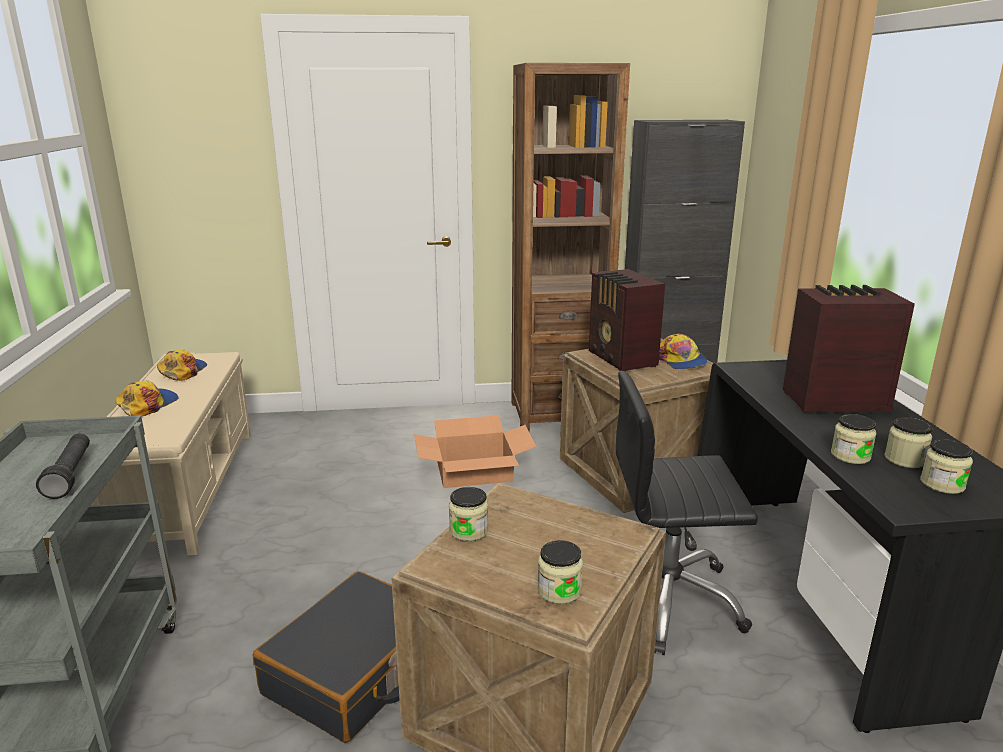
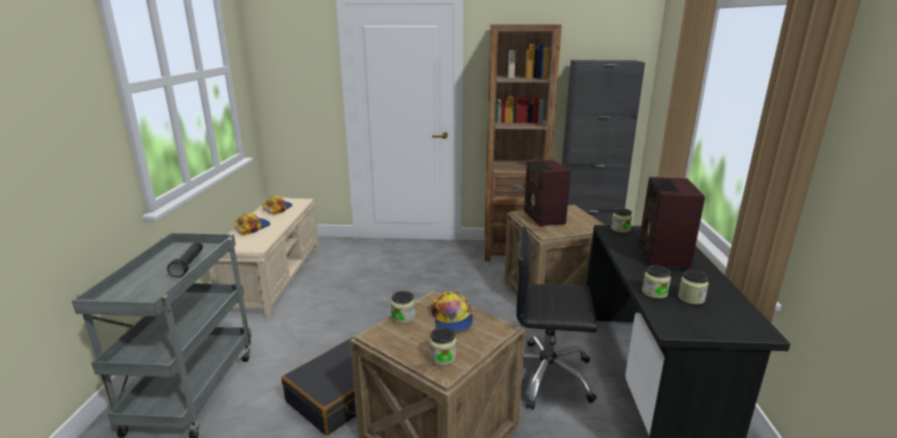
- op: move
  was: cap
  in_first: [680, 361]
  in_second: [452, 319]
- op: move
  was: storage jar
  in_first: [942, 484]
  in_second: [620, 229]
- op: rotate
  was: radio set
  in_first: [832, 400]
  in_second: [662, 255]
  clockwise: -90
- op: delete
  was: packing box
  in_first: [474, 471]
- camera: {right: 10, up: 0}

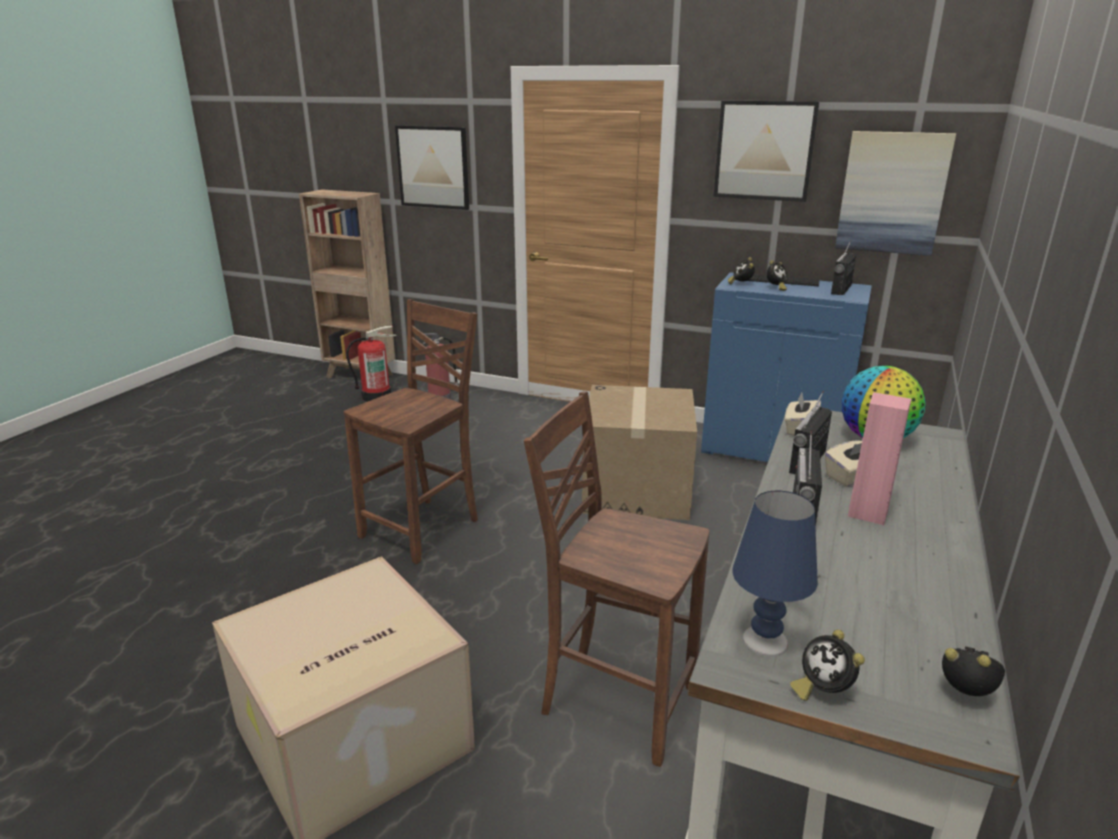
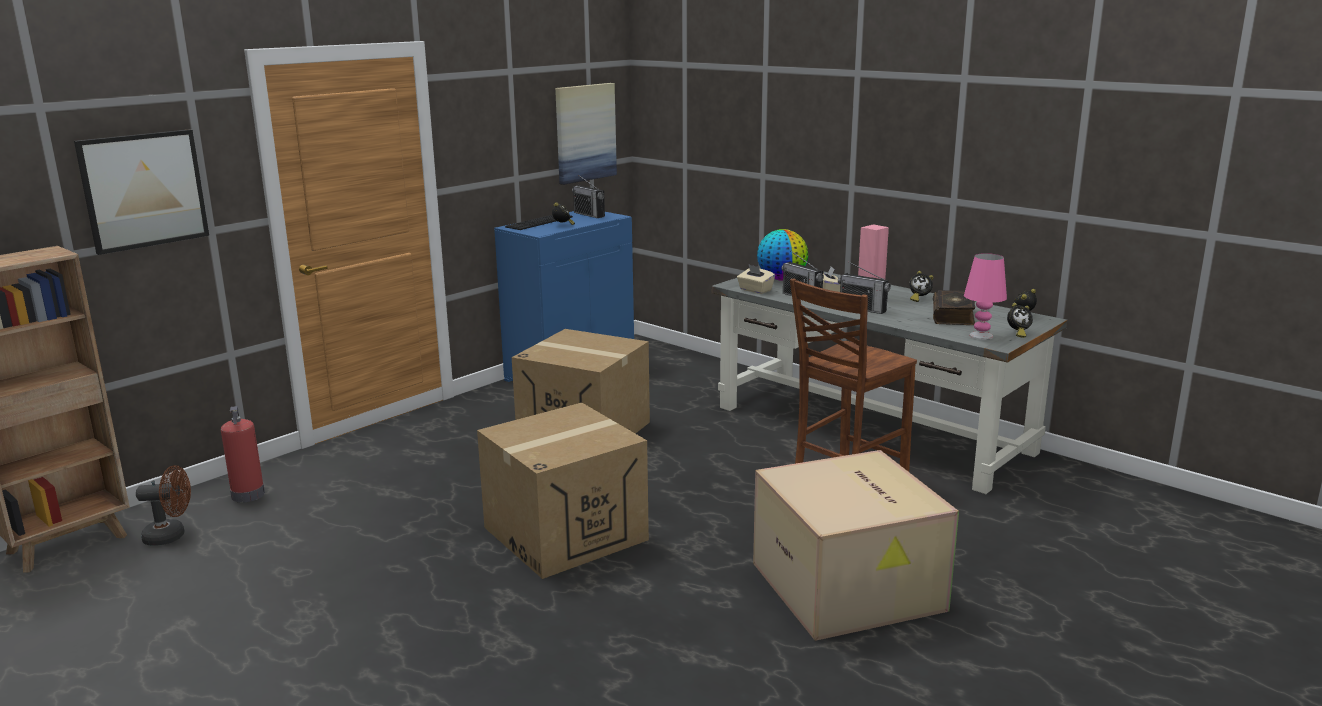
- op: replace
  was: extinguisher
  now: brownish cooling fan
  in_first: [376, 396]
  in_second: [171, 536]
- op: replace
  was: brownish plain chair
  now: packing box
  in_first: [423, 529]
  in_second: [565, 533]
- op: move
  was: alarm clock
  in_first: [741, 284]
  in_second: [918, 299]
- op: insert
  now: bound book
  in_second: [954, 316]
- op: recolor
  was: blue tabletop lamp
  now: pink-coloured tabletop lamp
  in_first: [765, 641]
  in_second: [981, 336]
- op: delete
  was: picture
  in_first: [764, 151]
- camera: {right: -70, up: -5}

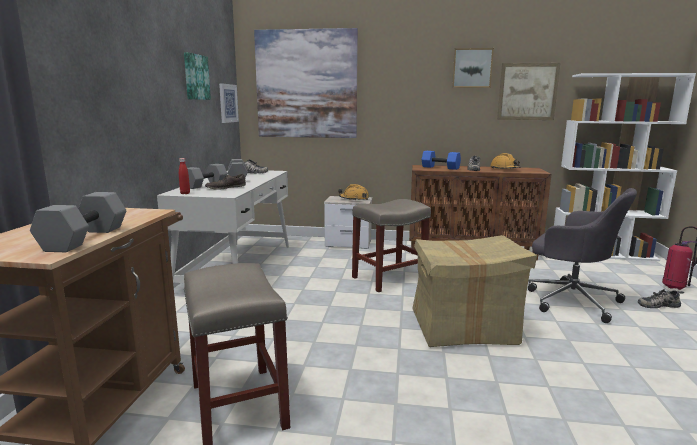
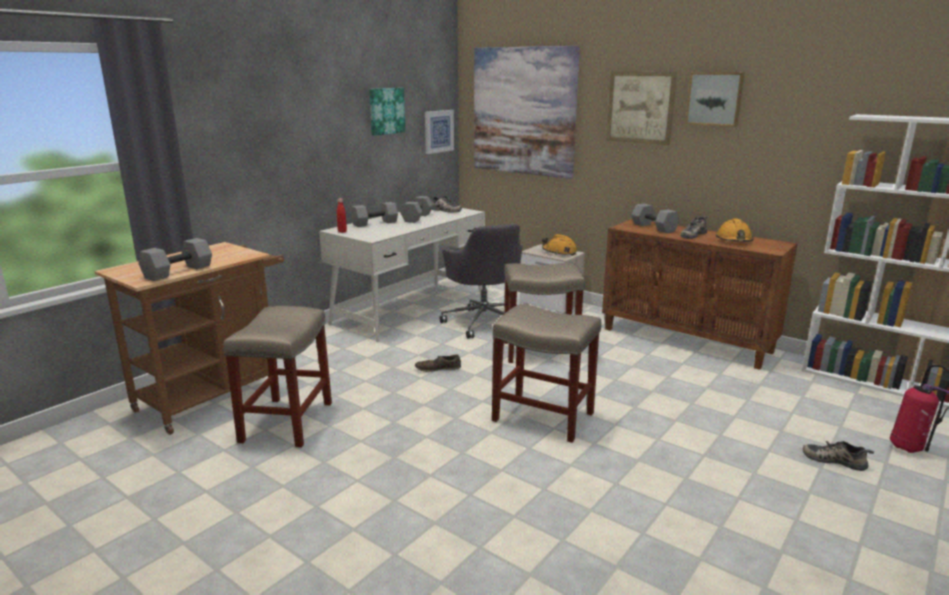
- op: move
  was: brownish item of footwear
  in_first: [225, 188]
  in_second: [438, 368]
- op: move
  was: gray office chair
  in_first: [570, 300]
  in_second: [484, 321]
- op: replace
  was: packing box
  now: sand-coloured stool seat
  in_first: [464, 327]
  in_second: [544, 417]
- op: move
  was: picture
  in_first: [527, 91]
  in_second: [640, 107]
- op: recolor
  was: blue dumbbell
  now: gray dumbbell
  in_first: [441, 167]
  in_second: [654, 228]
- camera: {right: 30, up: 5}

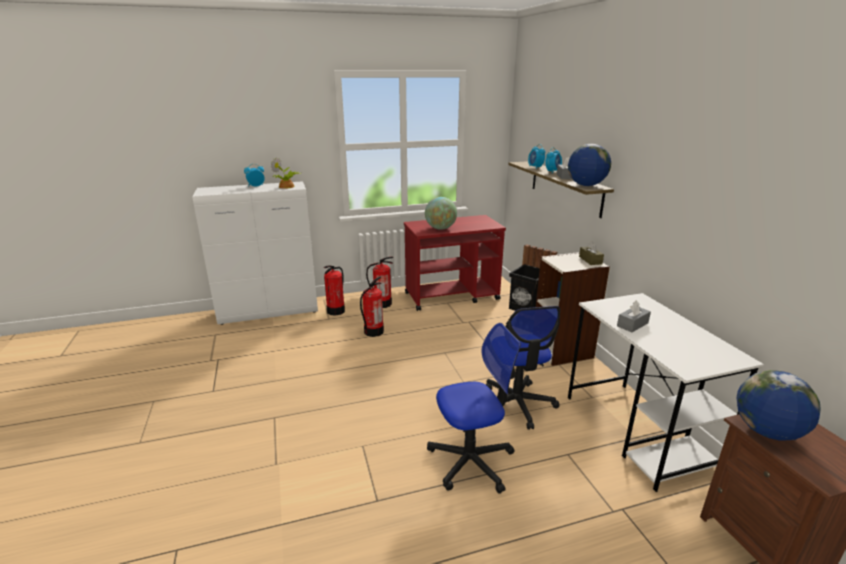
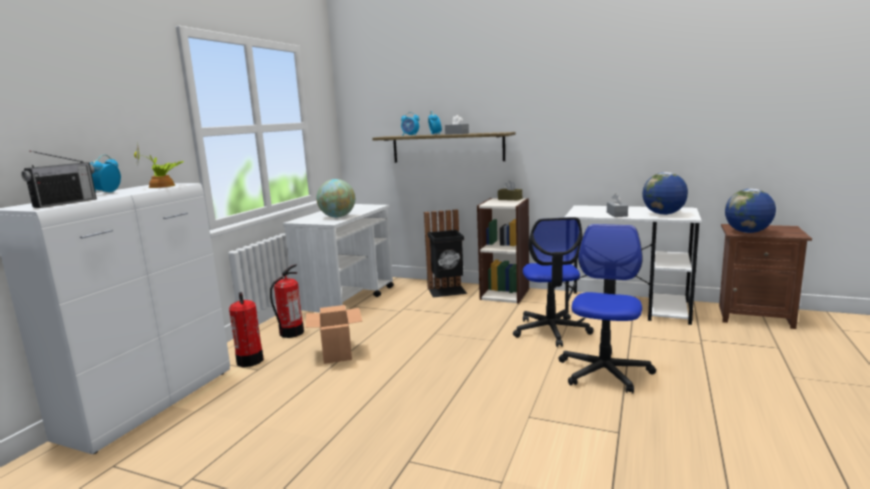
- op: insert
  now: radio set
  in_second: [65, 203]
- op: recolor
  was: reddish wheeled cart
  now: whitish wheeled cart
  in_first: [452, 296]
  in_second: [347, 300]
- op: replace
  was: extinguisher
  now: packing box
  in_first: [373, 332]
  in_second: [336, 353]
- op: rotate
  was: office chair
  in_first: [517, 404]
  in_second: [551, 331]
  clockwise: 60
- op: move
  was: world globe
  in_first: [586, 185]
  in_second: [663, 214]
- camera: {right: -50, up: -10}

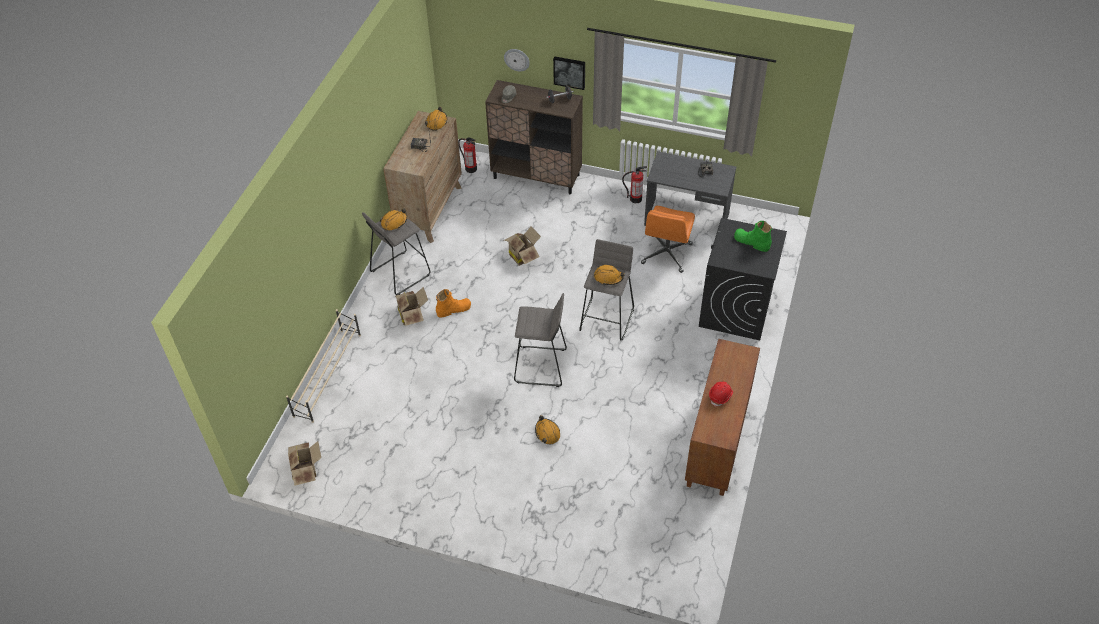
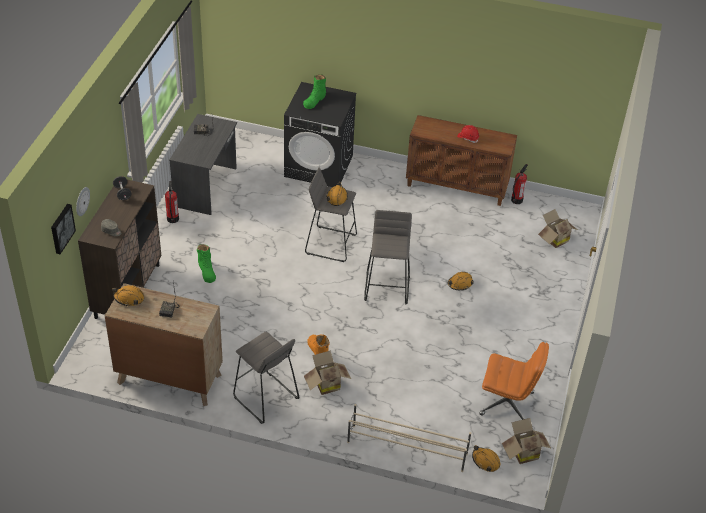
- op: move
  was: picture
  in_first: [569, 72]
  in_second: [61, 228]
- op: insert
  now: greenish high-top boot
  in_second: [206, 271]
- op: move
  was: orange-coloured safety helmet
  in_first: [394, 222]
  in_second: [485, 461]
- op: move
  was: orange-coloured office chair
  in_first: [666, 254]
  in_second: [507, 403]
- op: move
  was: extinguisher
  in_first: [471, 169]
  in_second: [516, 200]
- op: move
  was: packing box
  in_first: [523, 255]
  in_second: [554, 239]
- camera: {right: -95, up: -5}

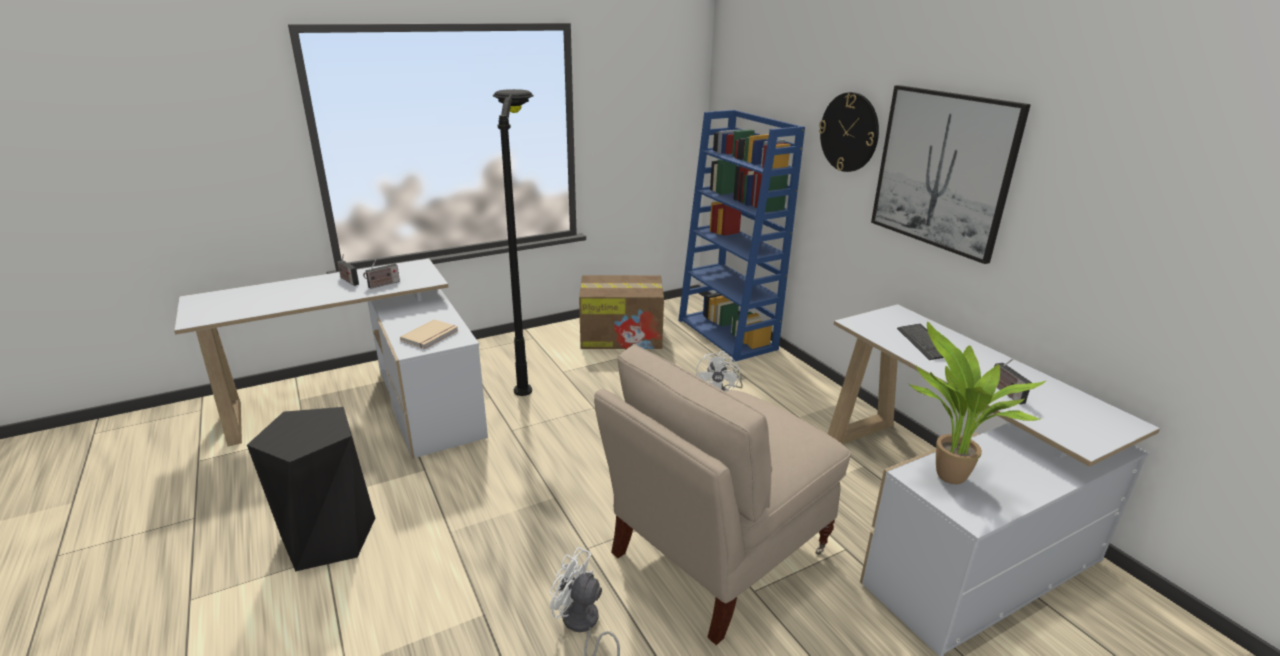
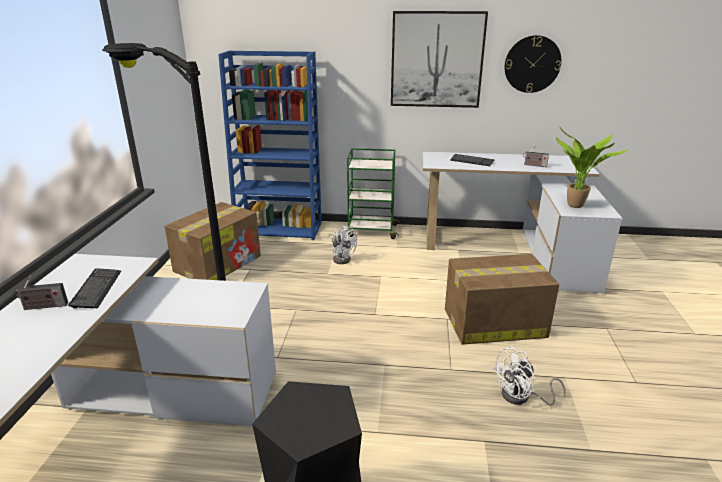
- op: replace
  was: radio set
  now: computer keyboard
  in_first: [382, 285]
  in_second: [96, 289]
- op: insert
  now: greenish wheeled cart
  in_second: [371, 231]
- op: replace
  was: sand-coloured plain chair
  now: packing box
  in_first: [716, 554]
  in_second: [493, 323]
- op: move
  was: hanging clock
  in_first: [849, 132]
  in_second: [532, 64]
- op: delete
  was: sand-coloured bound book
  in_first: [431, 336]
- camera: {right: -55, up: 0}

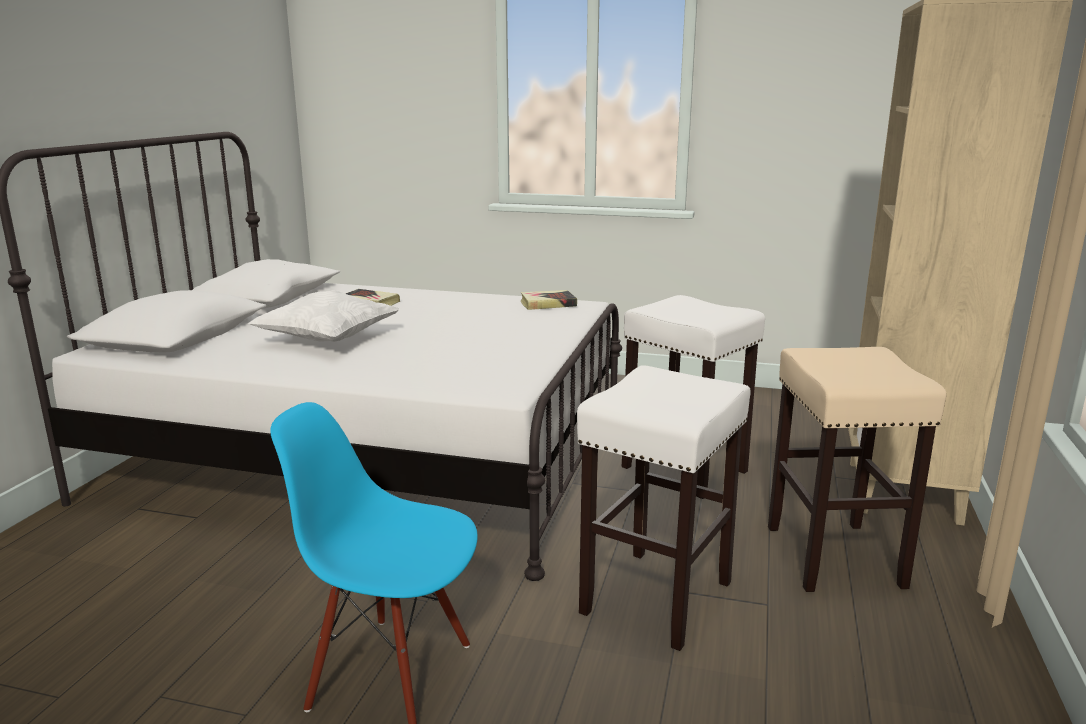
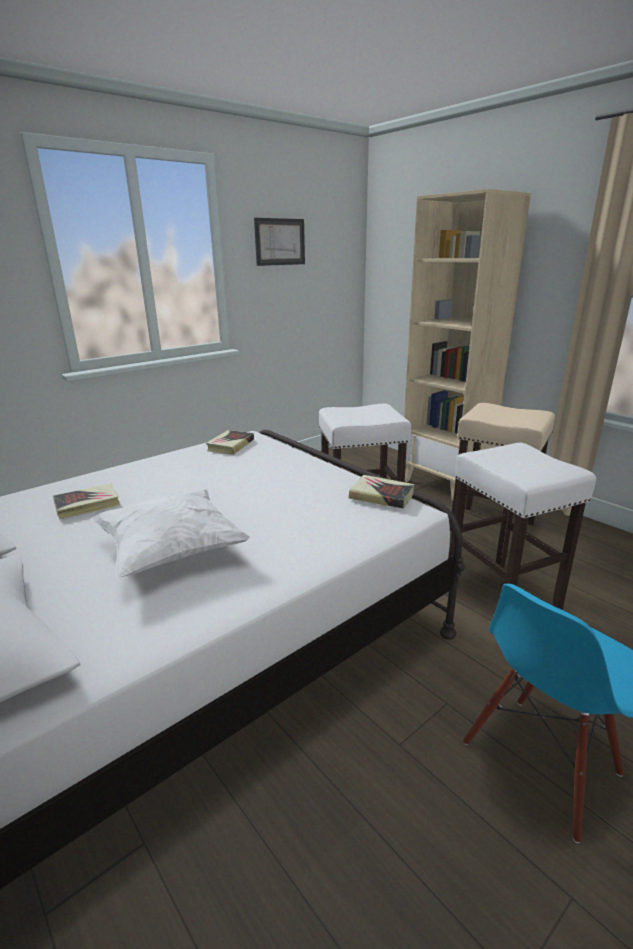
- op: insert
  now: picture
  in_second: [280, 242]
- op: insert
  now: bound book
  in_second: [381, 496]
- camera: {right: -55, up: 5}

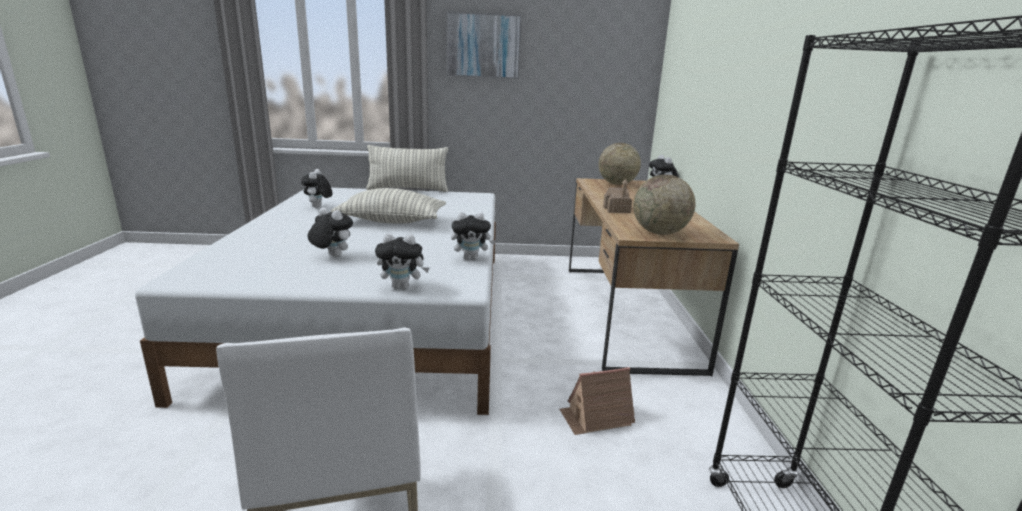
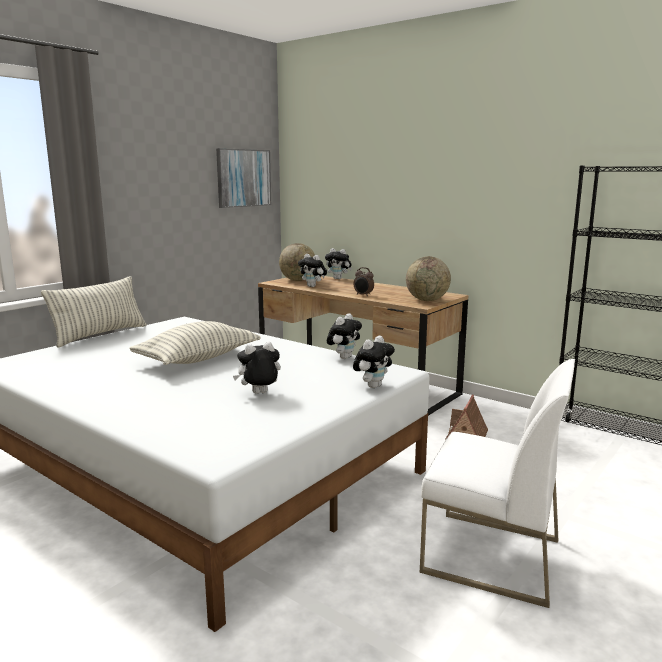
- op: move
  was: picture
  in_first: [483, 46]
  in_second: [243, 178]
- op: move
  was: cuddly toy
  in_first: [318, 207]
  in_second: [313, 286]
- op: replace
  was: miniature house
  now: alarm clock
  in_first: [616, 210]
  in_second: [363, 295]
- camera: {right: -50, up: -5}

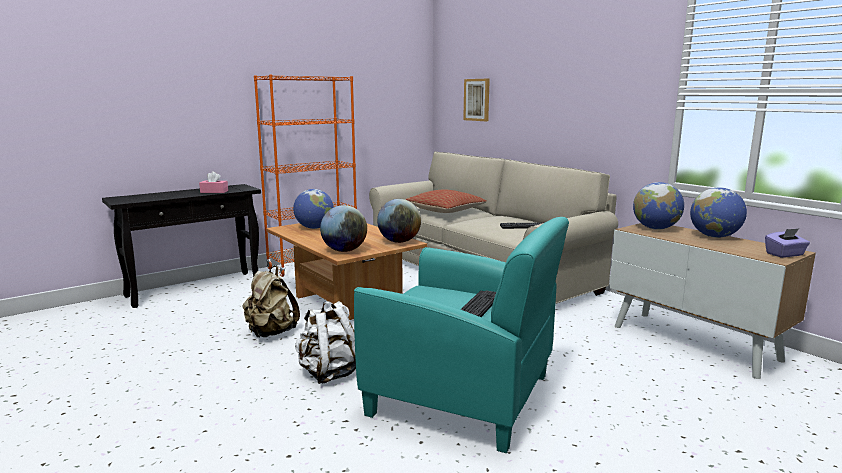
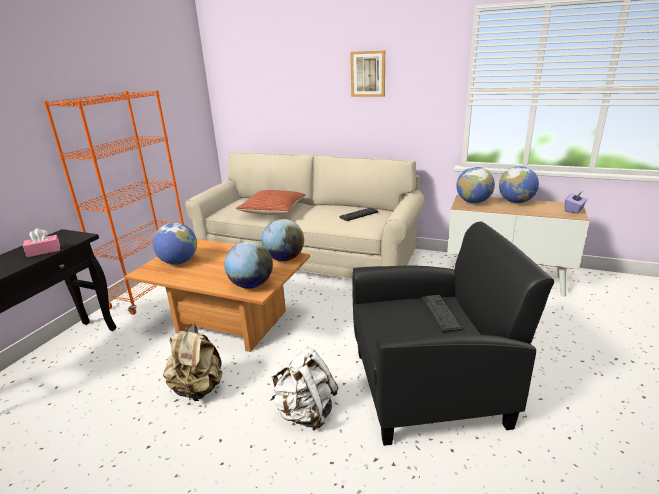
- op: move
  was: picture
  in_first: [477, 100]
  in_second: [368, 74]
- op: recolor
  was: blue-green easy chair
  now: black easy chair
  in_first: [463, 395]
  in_second: [430, 387]
- camera: {right: -30, up: 10}

